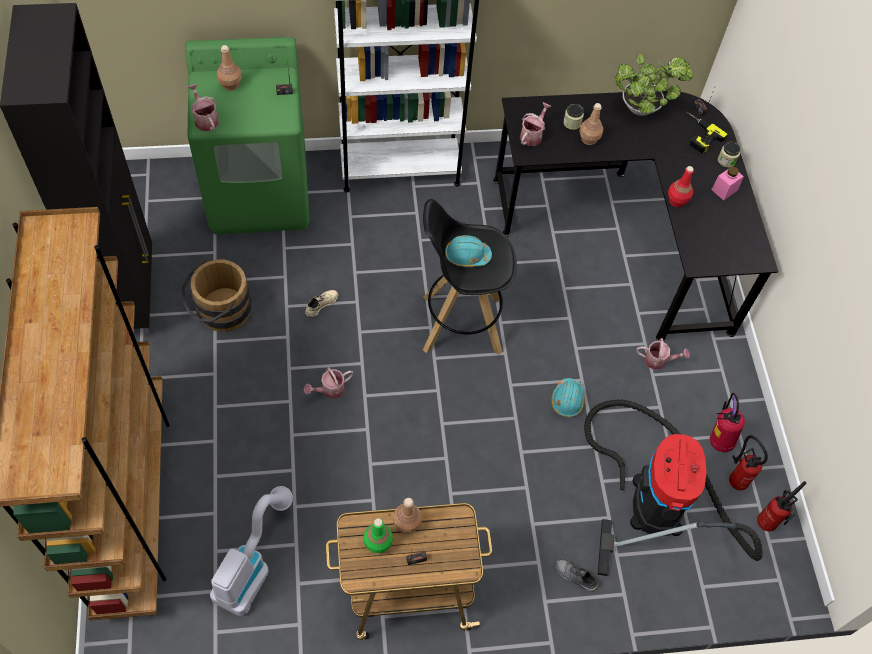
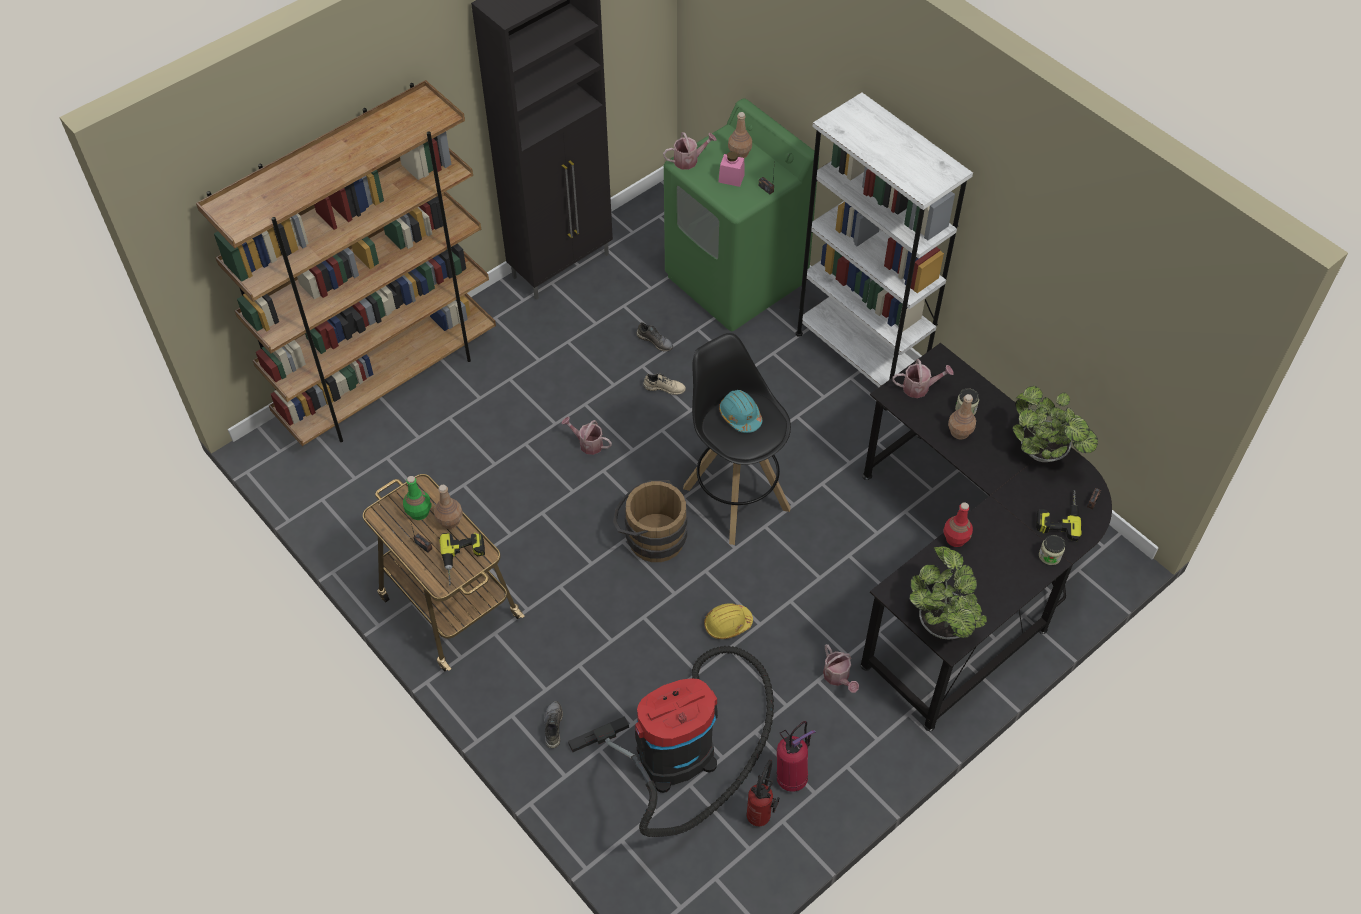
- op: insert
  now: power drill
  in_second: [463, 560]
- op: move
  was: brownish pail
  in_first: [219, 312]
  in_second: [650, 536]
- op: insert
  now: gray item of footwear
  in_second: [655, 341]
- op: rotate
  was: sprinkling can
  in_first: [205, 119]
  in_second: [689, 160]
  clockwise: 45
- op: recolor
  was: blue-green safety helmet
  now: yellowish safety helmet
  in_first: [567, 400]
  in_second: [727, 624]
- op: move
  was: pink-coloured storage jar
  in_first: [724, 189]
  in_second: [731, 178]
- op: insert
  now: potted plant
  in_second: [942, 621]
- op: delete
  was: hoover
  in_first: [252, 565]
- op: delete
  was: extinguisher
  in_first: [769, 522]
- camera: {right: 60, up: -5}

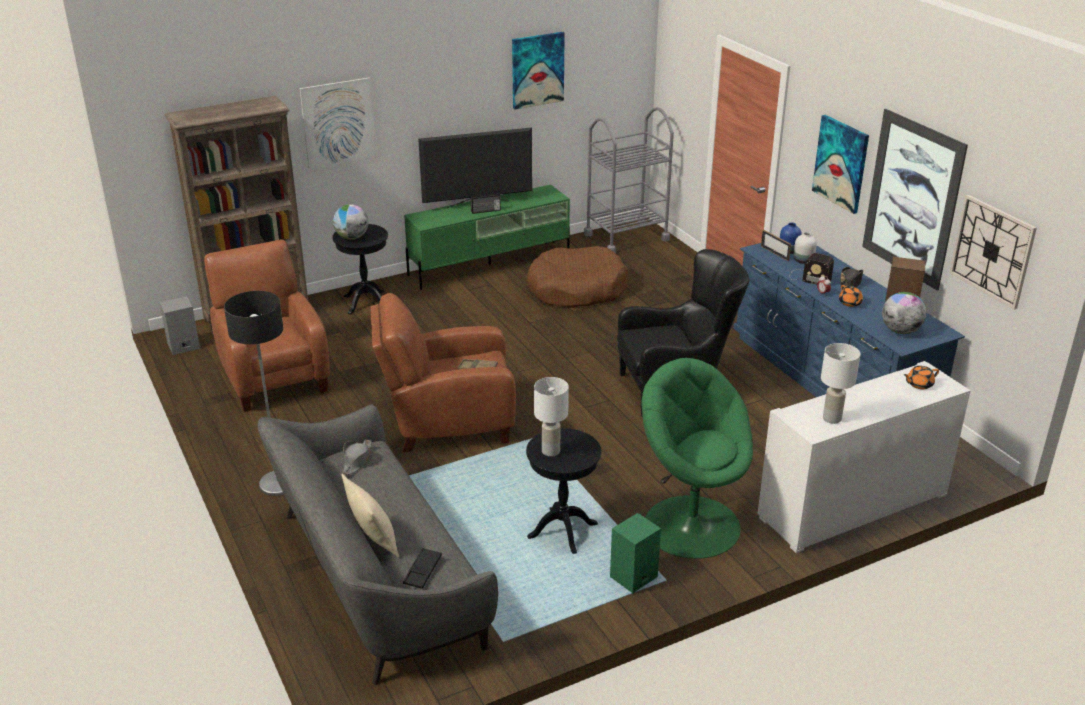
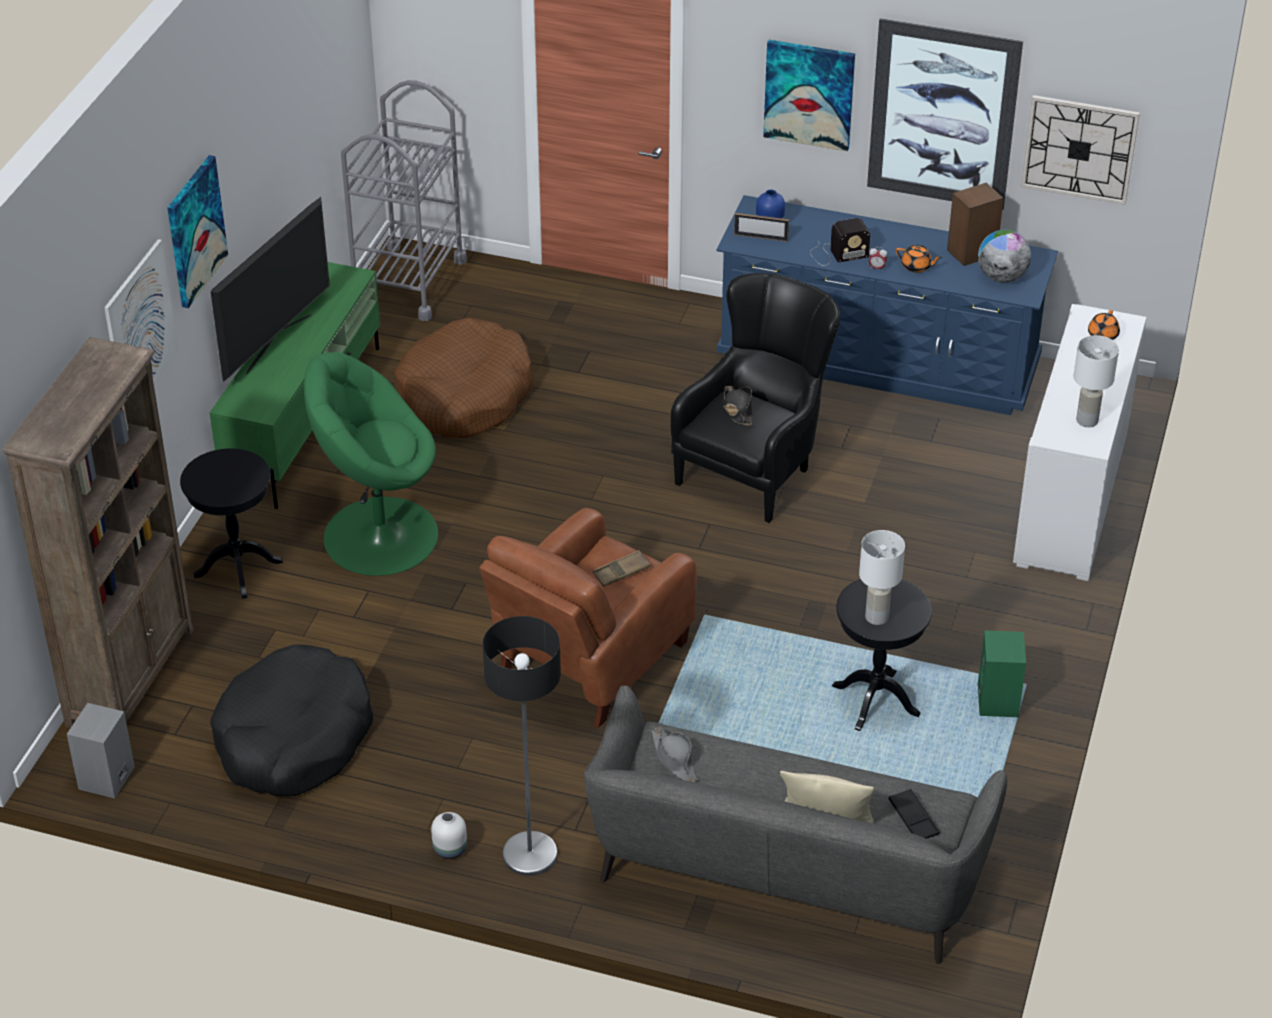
- op: move
  was: picture
  in_first: [537, 70]
  in_second: [195, 231]
- op: replace
  was: brownish easy chair
  now: black pet bed
  in_first: [272, 375]
  in_second: [294, 738]
- op: move
  was: greenish easy chair
  in_first: [690, 525]
  in_second: [378, 535]
- op: move
  was: whitish flower vase
  in_first: [803, 260]
  in_second: [449, 849]
- op: move
  was: black wearable hat
  in_first: [850, 283]
  in_second: [737, 409]
- op: delete
  was: world globe
  in_first: [352, 237]
- op: delete
  was: radio set
  in_first: [485, 211]
- camera: {right: -45, up: 10}

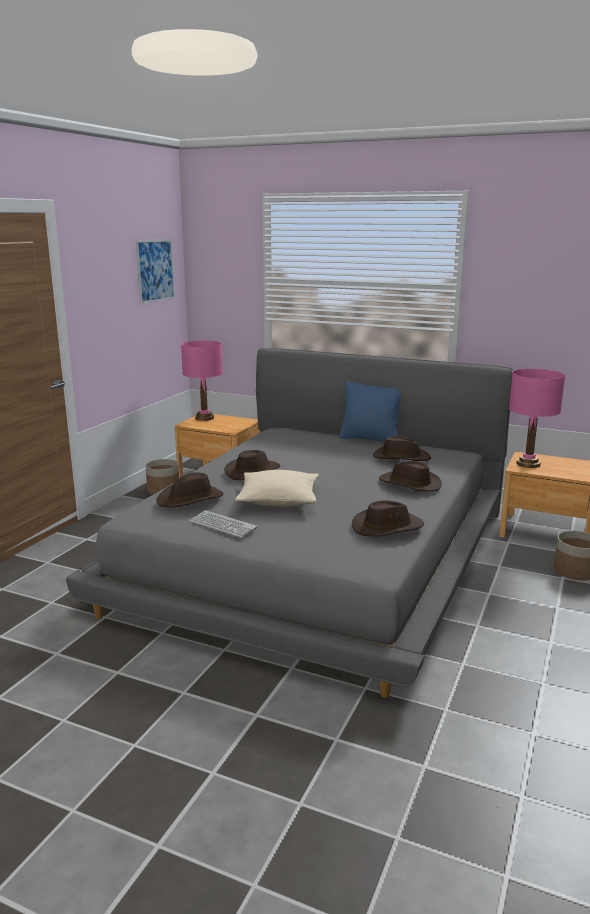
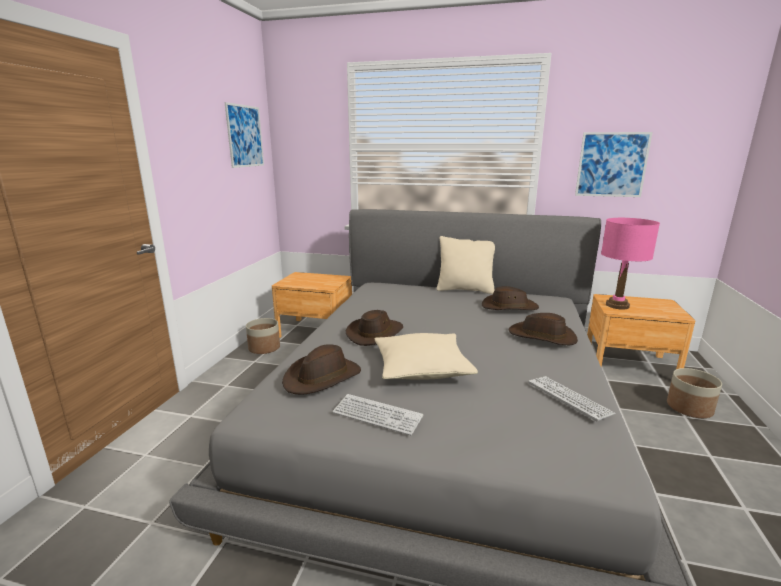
- op: recolor
  was: blue throw pillow
  now: sand-coloured throw pillow
  in_first: [370, 439]
  in_second: [465, 289]
- op: replace
  was: brownish wearable hat
  now: computer keyboard
  in_first: [387, 527]
  in_second: [569, 398]
- op: insert
  now: picture
  in_second: [612, 164]
- op: delete
  was: pink-coloured tabletop lamp
  in_first: [204, 418]
- camera: {right: -10, up: 0}

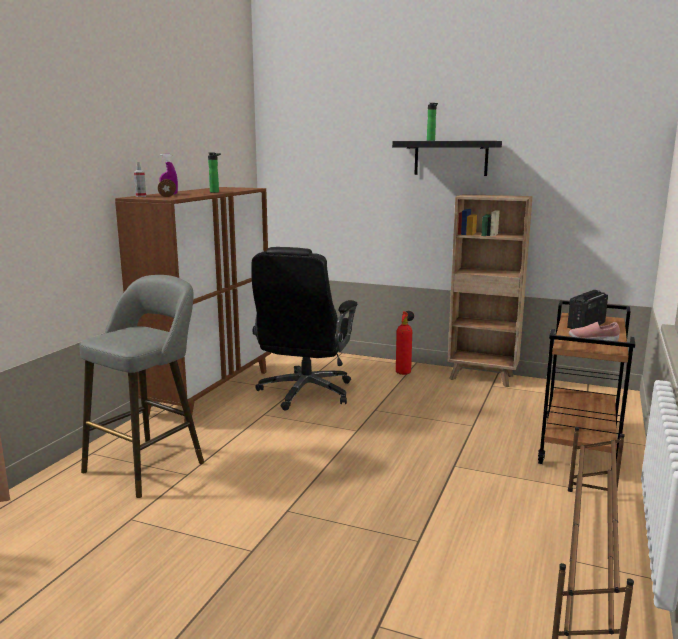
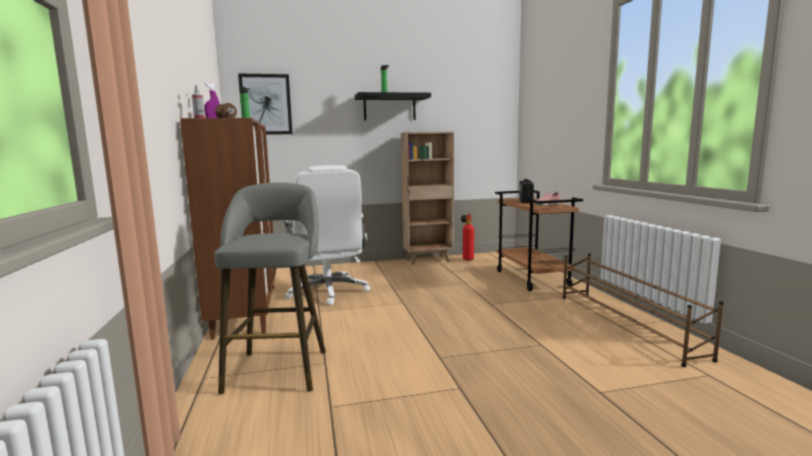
- op: insert
  now: picture
  in_second: [266, 104]
- op: recolor
  was: black office chair
  now: whitish office chair
  in_first: [305, 393]
  in_second: [328, 292]
- op: move
  was: extinguisher
  in_first: [404, 372]
  in_second: [467, 259]
- camera: {right: -35, up: -5}

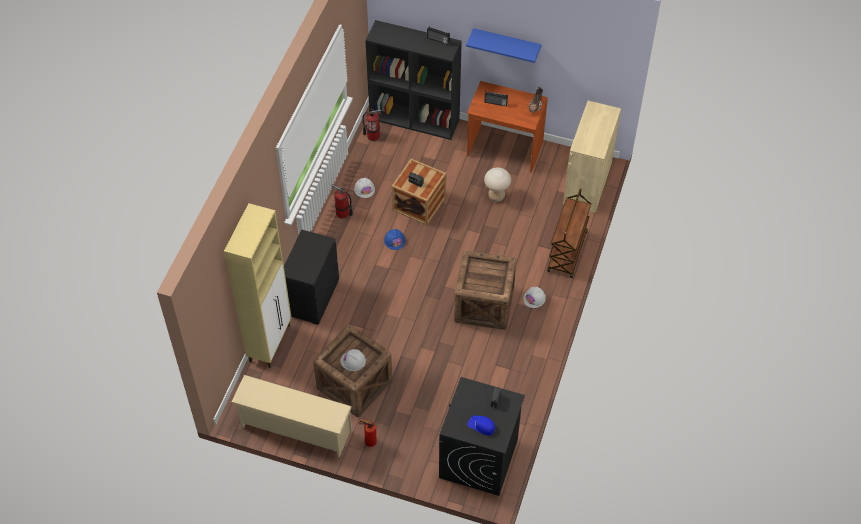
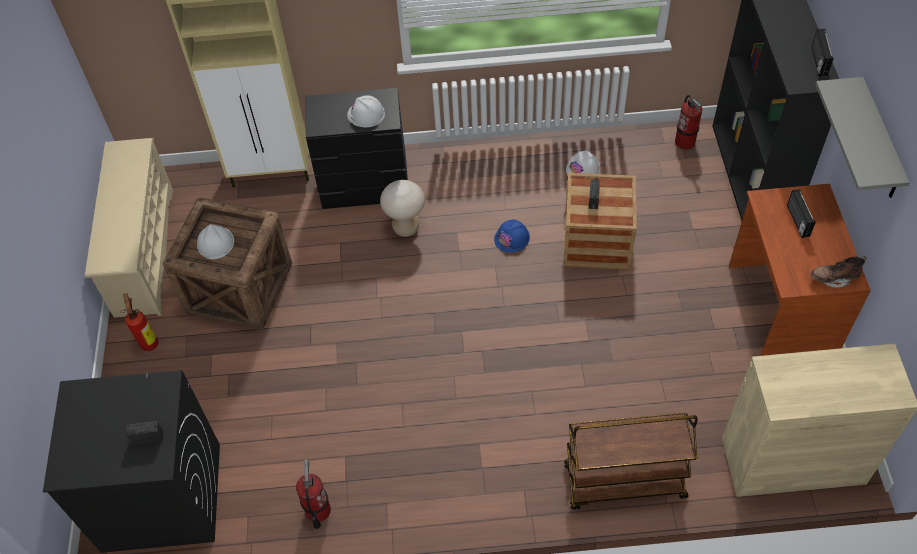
- op: move
  was: extinguisher
  in_first: [342, 213]
  in_second: [317, 511]
- op: move
  was: whitish safety helmet
  in_first: [534, 298]
  in_second: [366, 114]
- op: move
  was: sand-coloured stool seat
  in_first: [496, 196]
  in_second: [406, 228]
- op: recolor
  was: blue shelf
  now: gray shelf
  in_first: [506, 43]
  in_second: [879, 141]
- op: delete
  was: packing crate
  in_first: [484, 305]
- op: delete
  was: blue cap
  in_first: [481, 426]
- camera: {right: 70, up: 0}

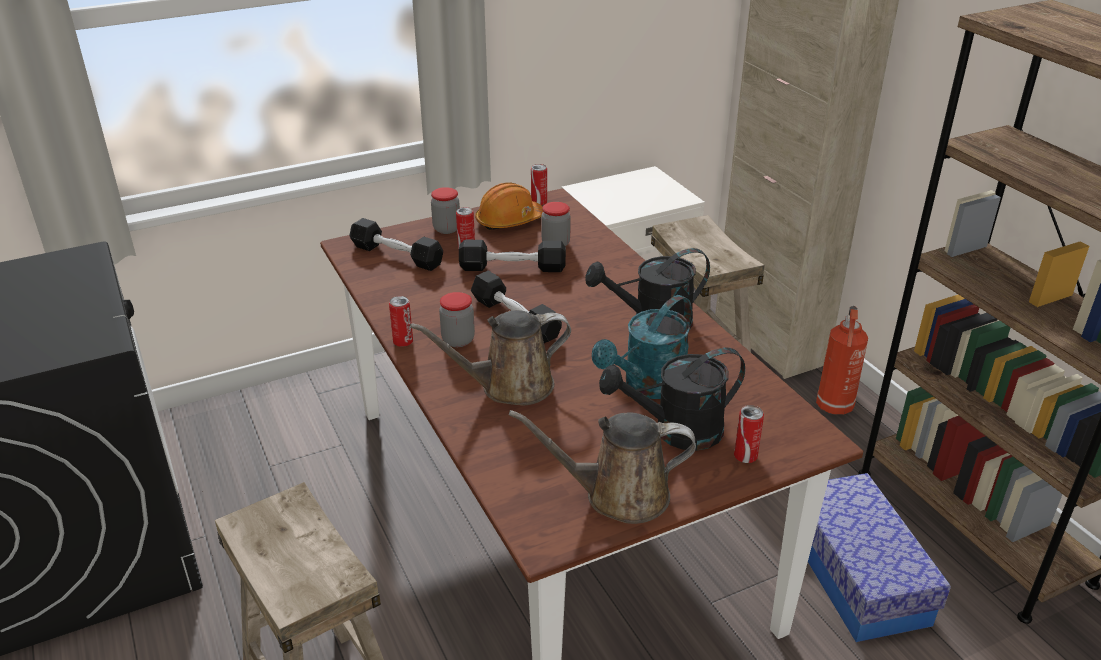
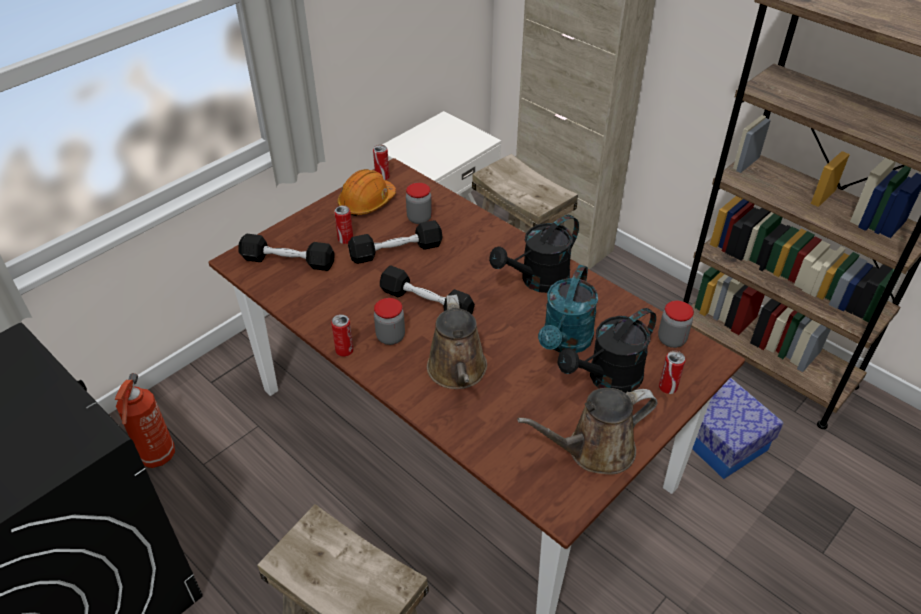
- op: move
  was: extinguisher
  in_first: [834, 408]
  in_second: [157, 457]
- op: rotate
  was: brownish sprinkling can
  in_first: [509, 386]
  in_second: [458, 372]
  clockwise: -60
- op: move
  was: storage jar
  in_first: [446, 229]
  in_second: [671, 339]
- camera: {right: -20, up: 10}

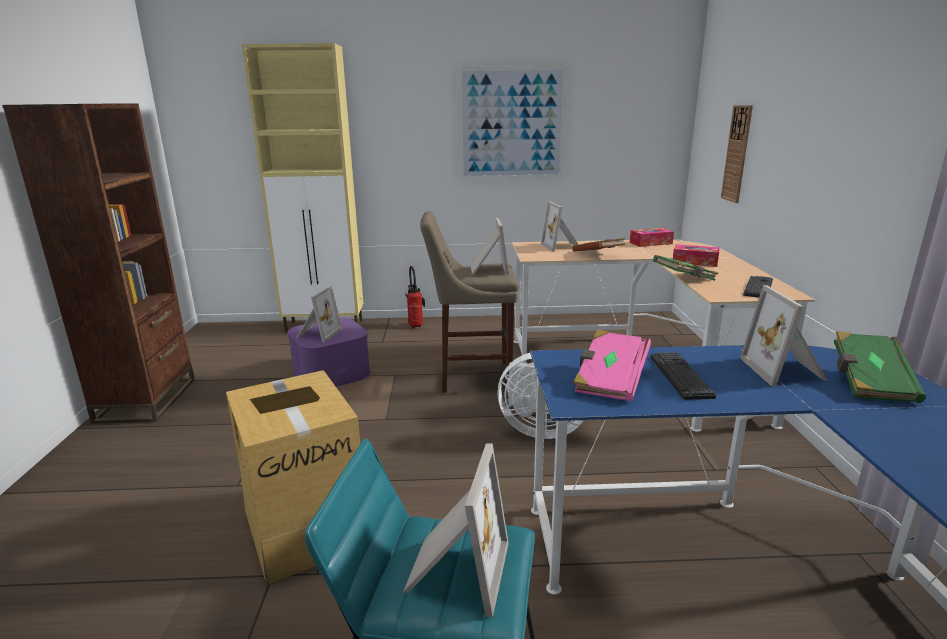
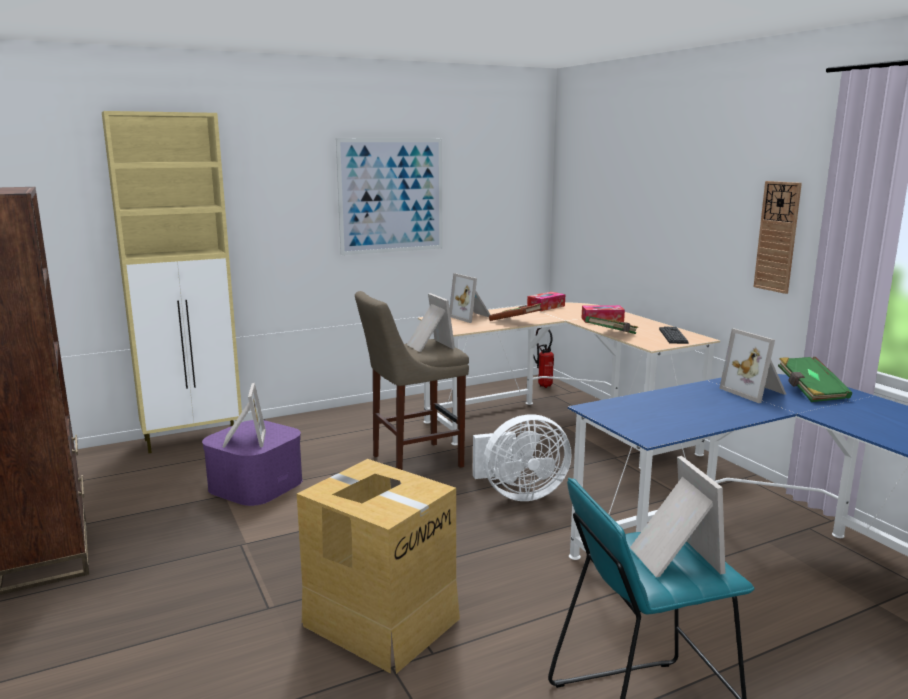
- op: move
  was: extinguisher
  in_first: [416, 325]
  in_second: [544, 385]
- op: move
  was: hanging clock
  in_first: [737, 154]
  in_second: [777, 237]
- op: delete
  was: pink-coloured bound book
  in_first: [609, 380]
- op: delete
  was: computer keyboard
  in_first: [680, 376]
- camera: {right: -25, up: -5}

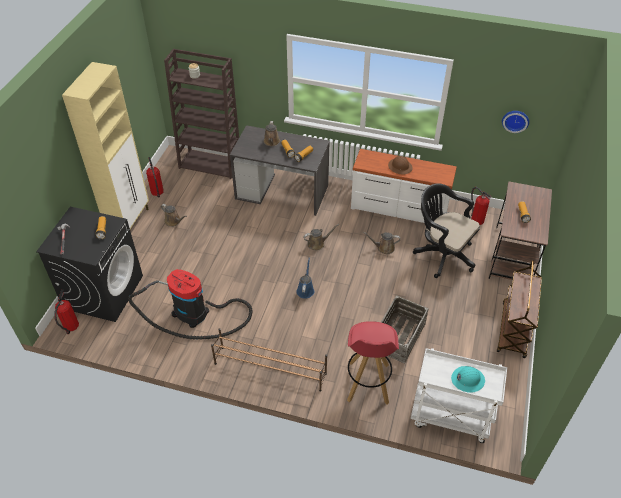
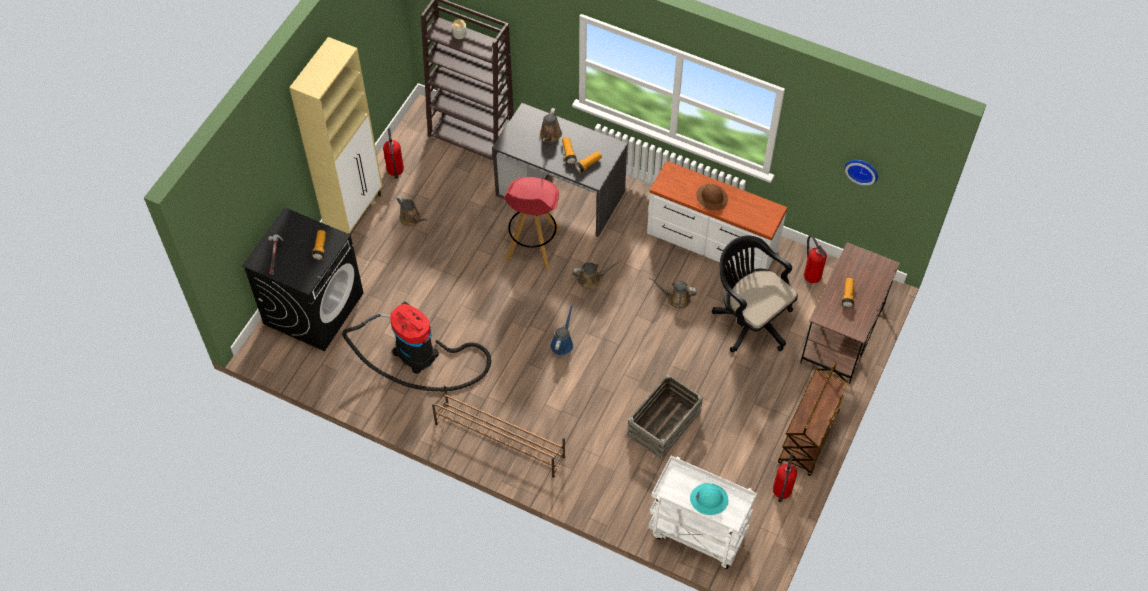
- op: move
  was: reddish stool seat
  in_first: [368, 383]
  in_second: [532, 245]
- op: move
  was: extinguisher
  in_first: [71, 327]
  in_second: [782, 492]
- camera: {right: 10, up: 10}

